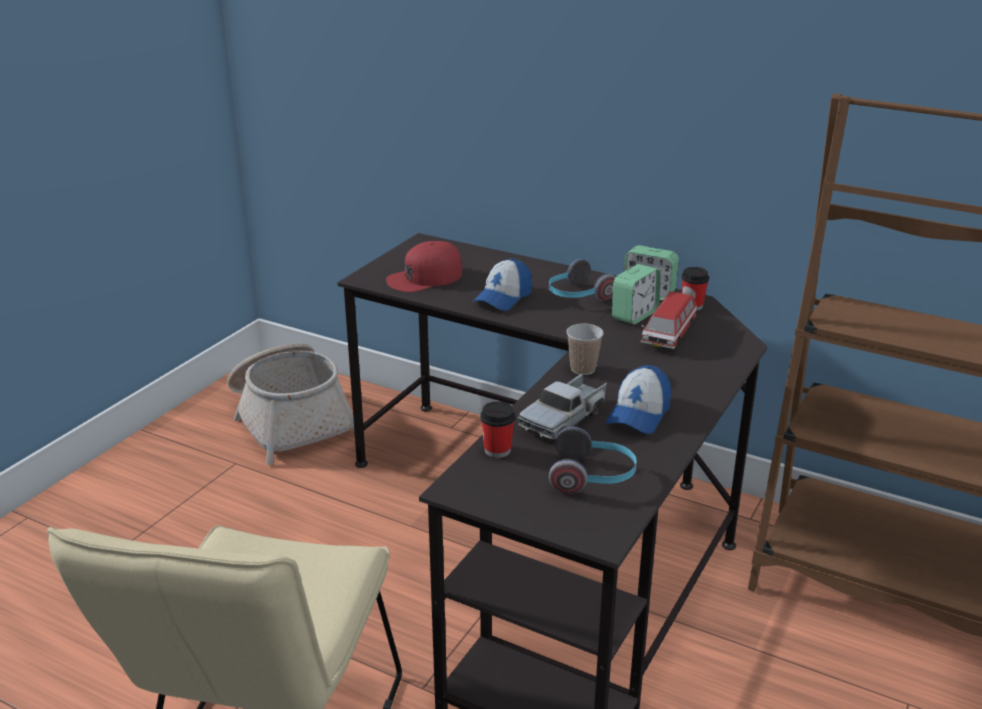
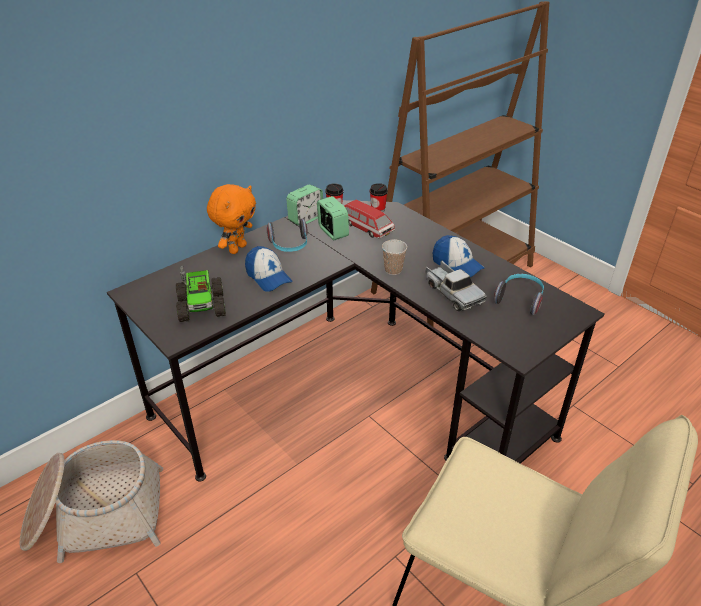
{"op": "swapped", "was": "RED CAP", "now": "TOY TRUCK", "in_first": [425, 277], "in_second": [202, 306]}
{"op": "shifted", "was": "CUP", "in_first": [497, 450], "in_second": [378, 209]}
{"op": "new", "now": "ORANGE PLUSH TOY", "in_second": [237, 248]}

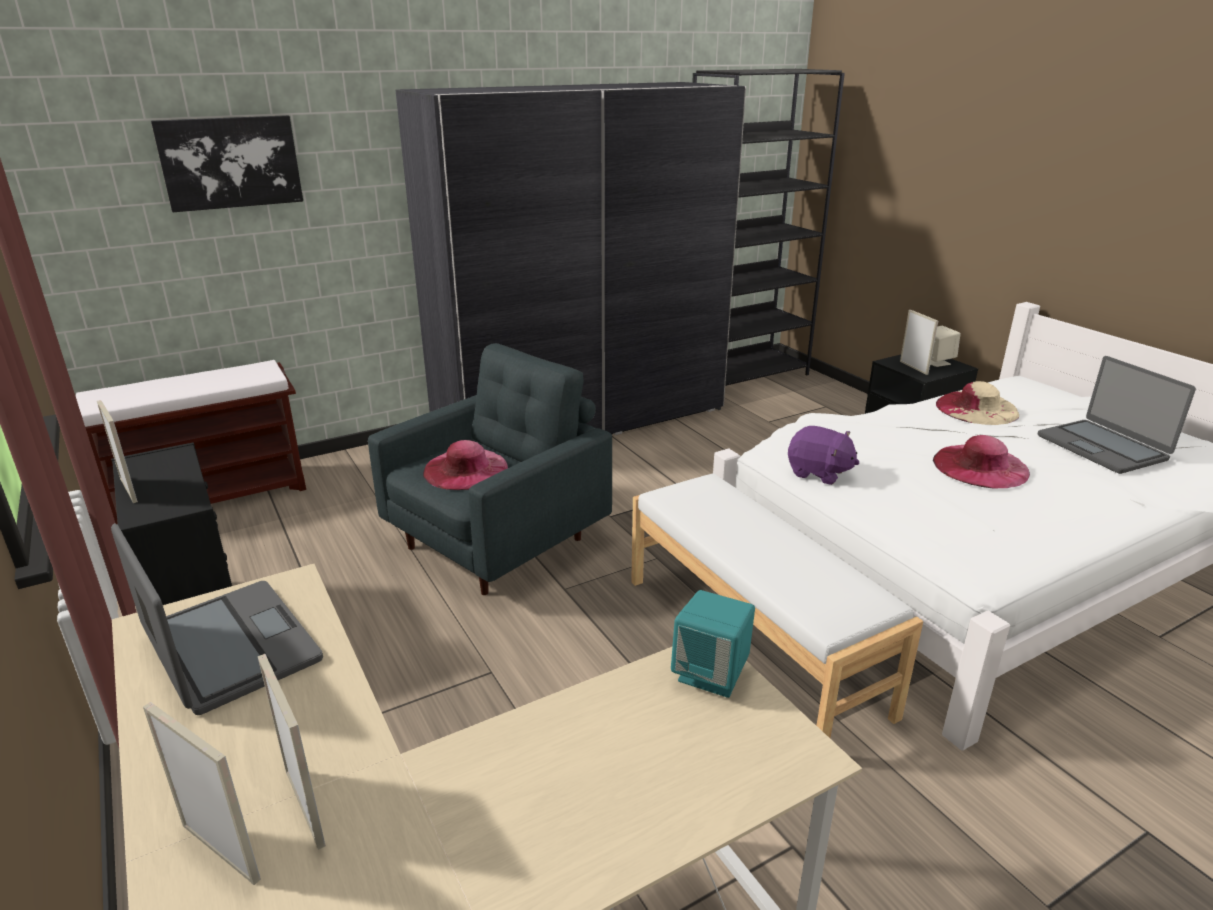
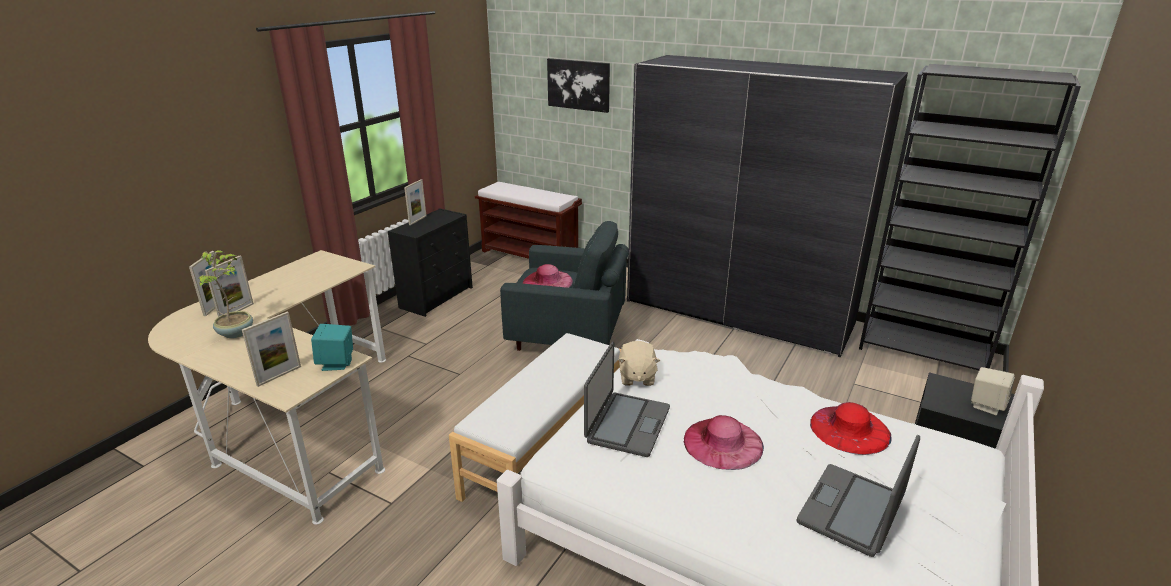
{"op": "shifted", "was": "LAPTOP", "in_first": [230, 648], "in_second": [627, 424]}
{"op": "repainted", "was": "PURPLE PLUSH TOY", "now": "BEIGE PLUSH TOY", "in_first": [819, 473], "in_second": [636, 377]}
{"op": "shifted", "was": "PICTURE FRAME", "in_first": [913, 368], "in_second": [279, 376]}
{"op": "repainted", "was": "BEIGE HAT", "now": "RED HAT", "in_first": [977, 408], "in_second": [849, 429]}
{"op": "new", "now": "POTTED PLANT", "in_second": [237, 333]}

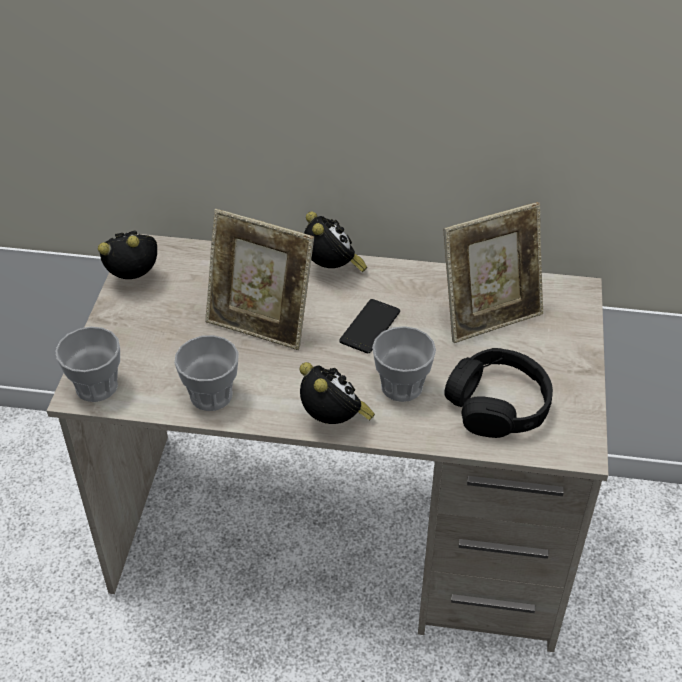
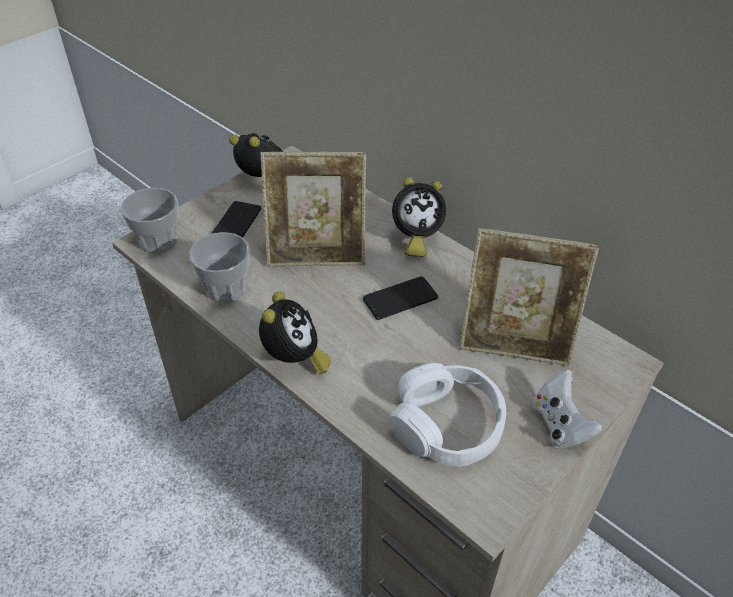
{"op": "rotated", "was": "PICTURE FRAME", "in_first": [260, 323], "in_second": [317, 254], "clockwise": -60}
{"op": "rotated", "was": "ALARM CLOCK", "in_first": [332, 270], "in_second": [415, 239], "clockwise": 60}
{"op": "gone", "was": "CUP", "in_first": [401, 386]}
{"op": "repainted", "was": "BLACK HEADPHONES", "now": "WHITE HEADPHONES", "in_first": [497, 405], "in_second": [447, 425]}
{"op": "new", "now": "PHONE", "in_second": [235, 224]}
{"op": "new", "now": "WHITE GAME CONTROLLER", "in_second": [559, 424]}

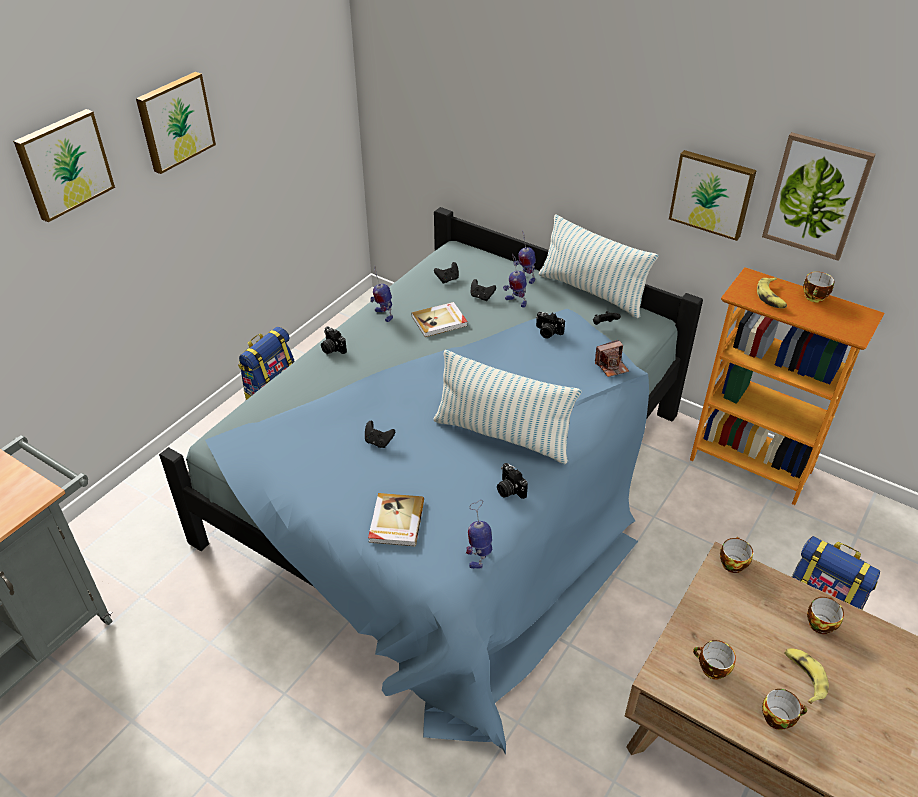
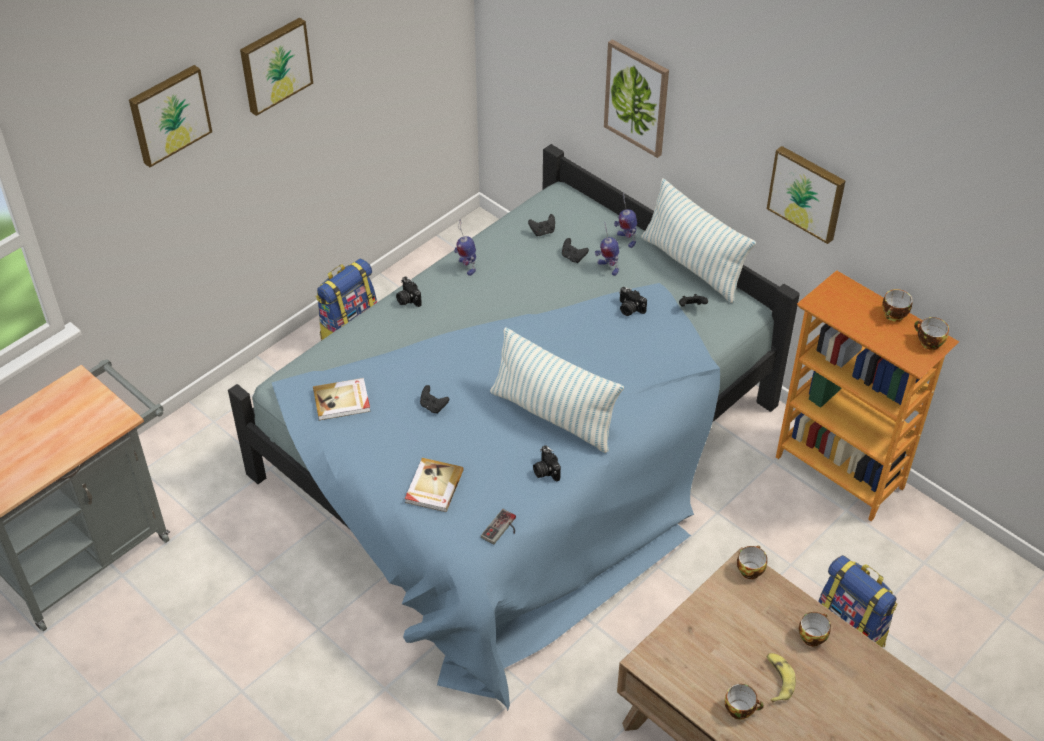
{"op": "shifted", "was": "BOOK", "in_first": [440, 321], "in_second": [342, 401]}
{"op": "swapped", "was": "TOY ROBOT", "now": "GAME CONTROLLER", "in_first": [480, 556], "in_second": [502, 529]}
{"op": "gone", "was": "PHOTO CAMERA", "in_first": [611, 366]}
{"op": "shifted", "was": "CUP", "in_first": [711, 669], "in_second": [928, 342]}
{"op": "gone", "was": "BANANA", "in_first": [771, 297]}
{"op": "shifted", "was": "PICTURE", "in_first": [816, 196], "in_second": [637, 98]}

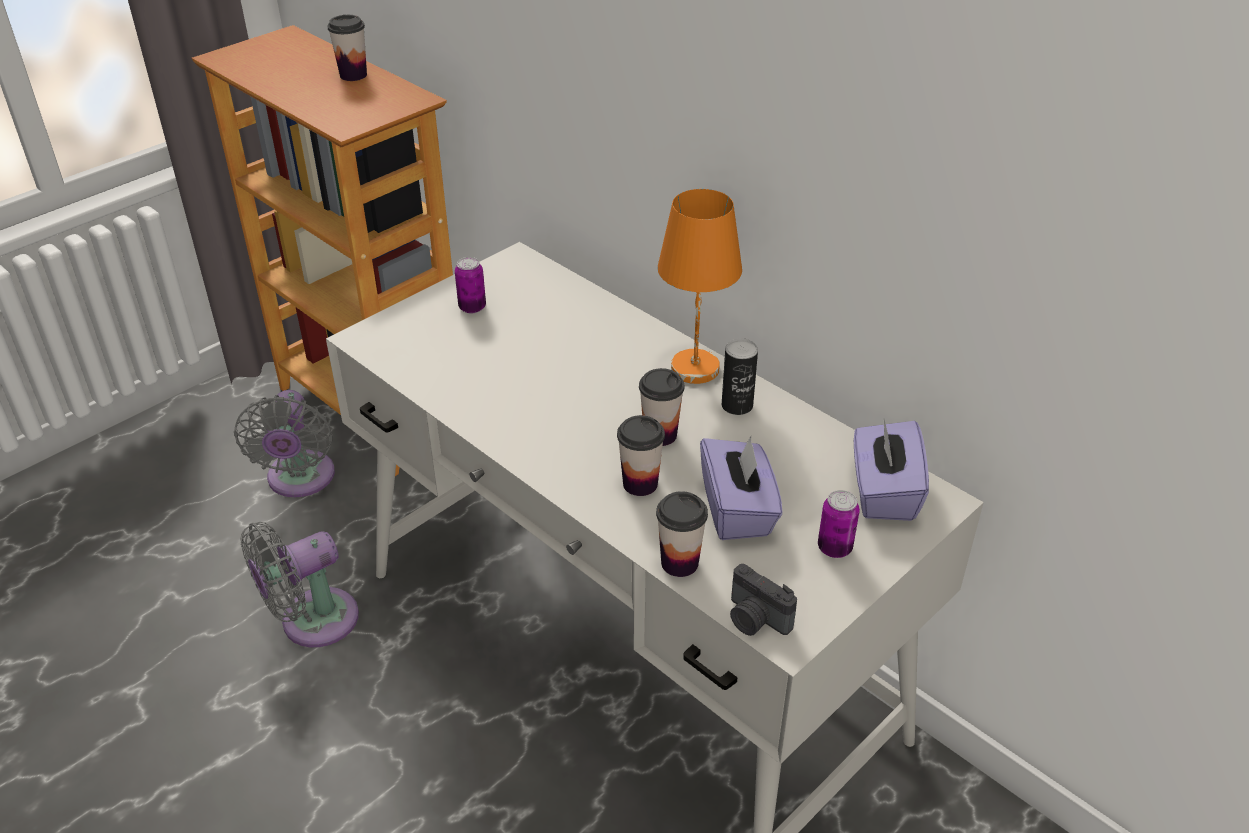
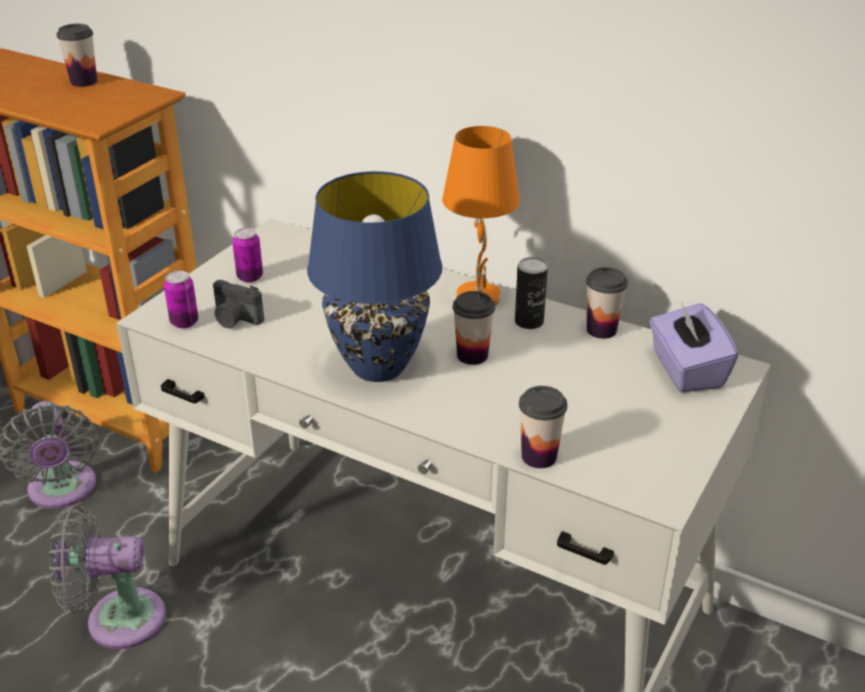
{"op": "rotated", "was": "GREY FAN", "in_first": [312, 622], "in_second": [117, 619], "clockwise": 45}
{"op": "shifted", "was": "CUP", "in_first": [640, 484], "in_second": [601, 330]}
{"op": "gone", "was": "PURPLE TISSUE BOX", "in_first": [738, 510]}
{"op": "shifted", "was": "PHOTO CAMERA", "in_first": [755, 619], "in_second": [235, 319]}
{"op": "shifted", "was": "CAN", "in_first": [834, 548], "in_second": [184, 322]}
{"op": "new", "now": "BLUE TABLE LAMP", "in_second": [376, 367]}

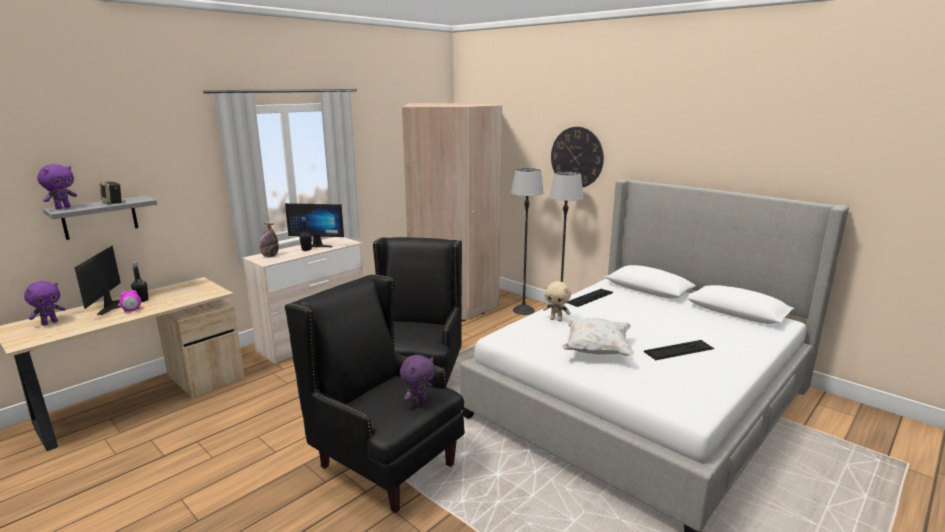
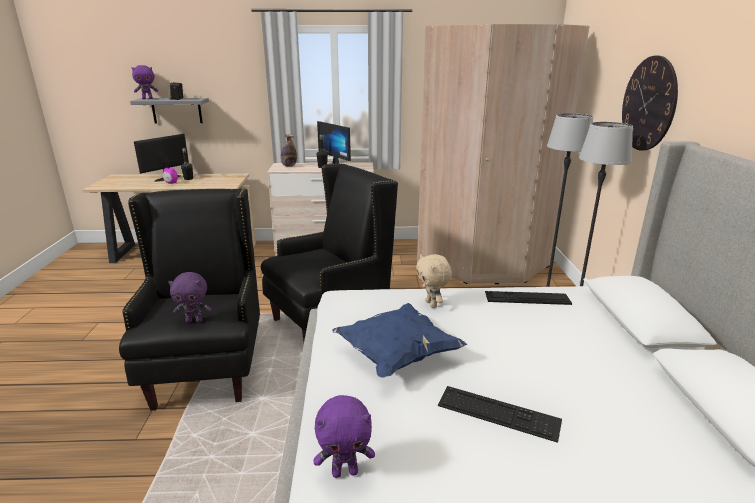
{"op": "shifted", "was": "PURPLE PLUSH TOY", "in_first": [50, 323], "in_second": [345, 472]}
{"op": "repainted", "was": "WHITE PILLOW", "now": "BLUE PILLOW", "in_first": [596, 350], "in_second": [397, 356]}

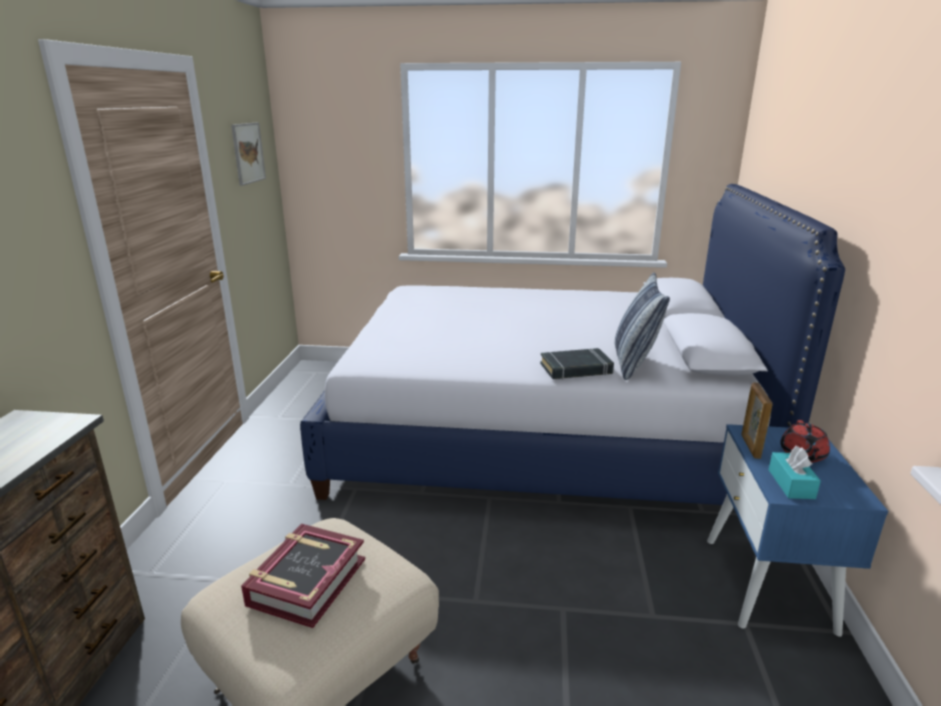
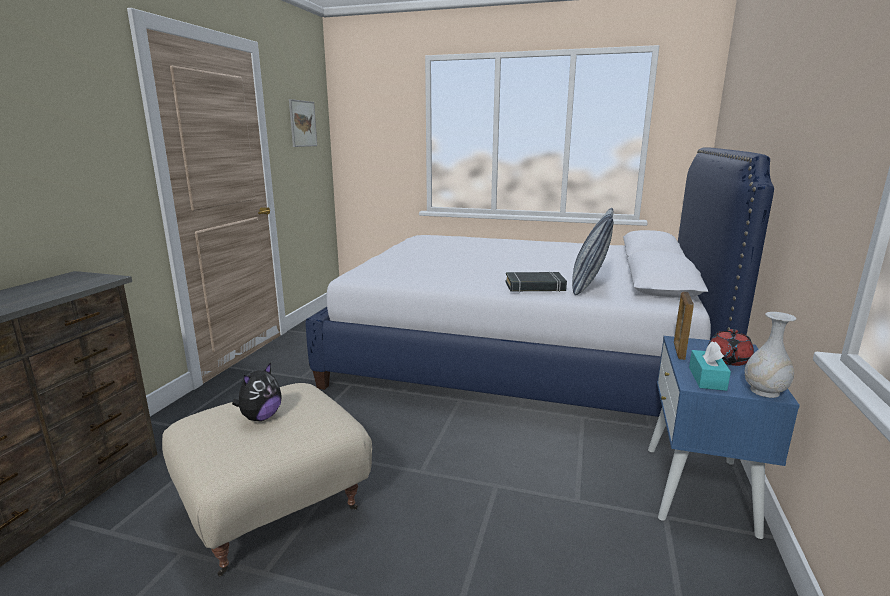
{"op": "swapped", "was": "BOOK", "now": "PLUSH TOY", "in_first": [306, 581], "in_second": [260, 417]}
{"op": "new", "now": "WHITE VASE", "in_second": [765, 392]}

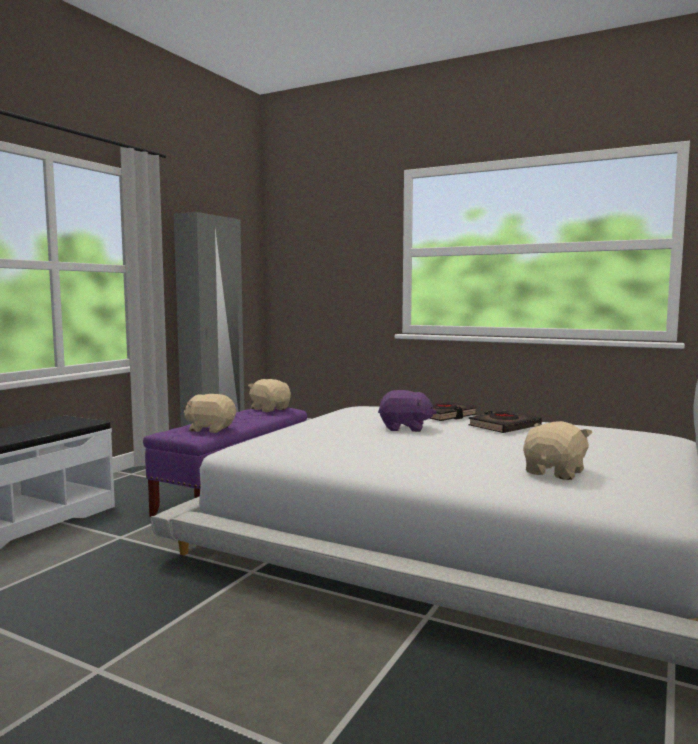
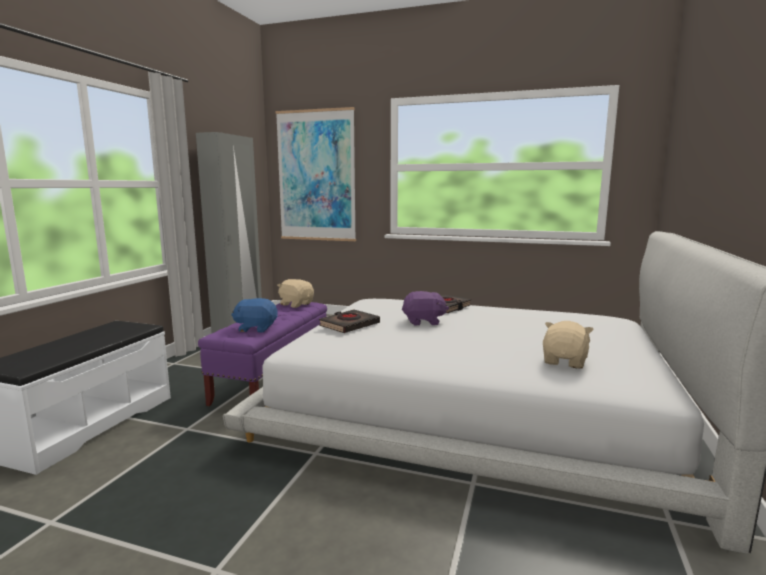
{"op": "repainted", "was": "BEIGE PLUSH TOY", "now": "BLUE PLUSH TOY", "in_first": [210, 429], "in_second": [256, 328]}
{"op": "shifted", "was": "BLACK BOOK", "in_first": [504, 426], "in_second": [349, 325]}
{"op": "new", "now": "PICTURE", "in_second": [316, 176]}

